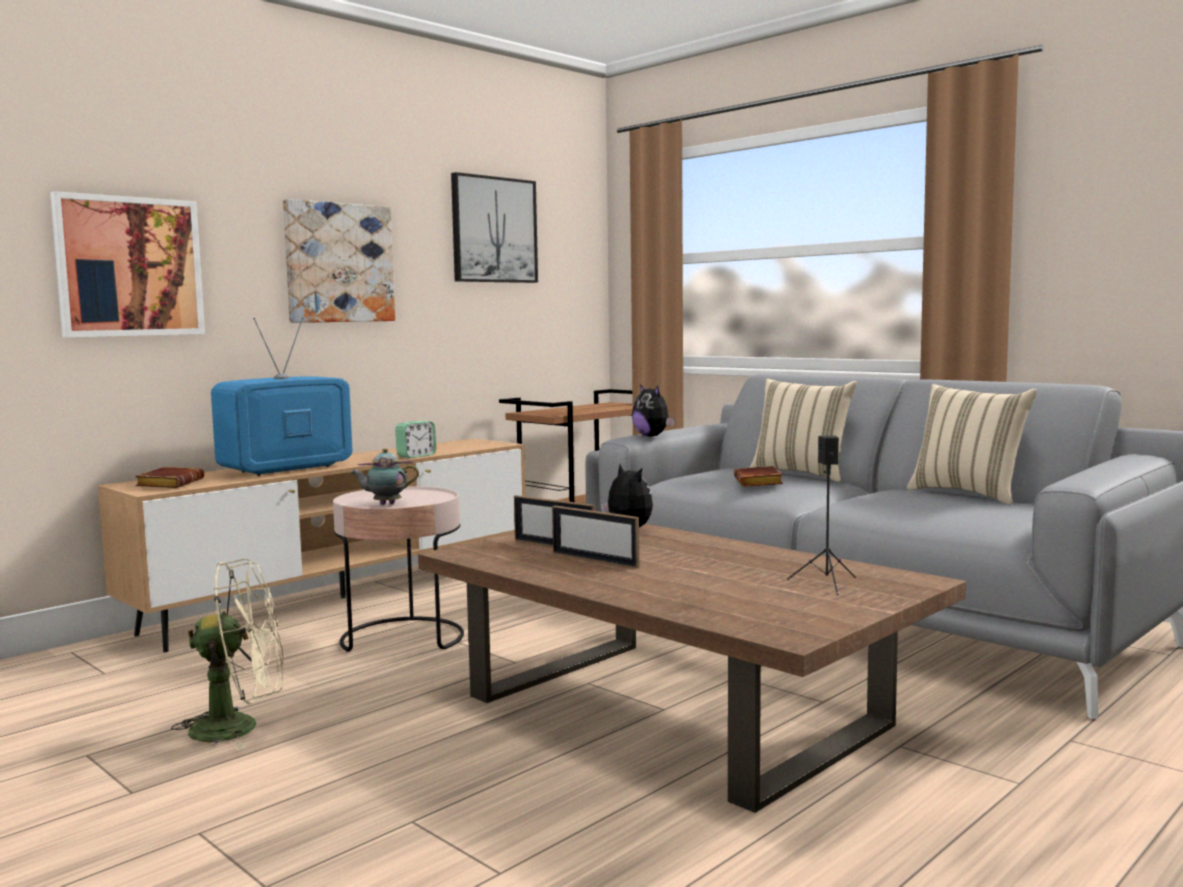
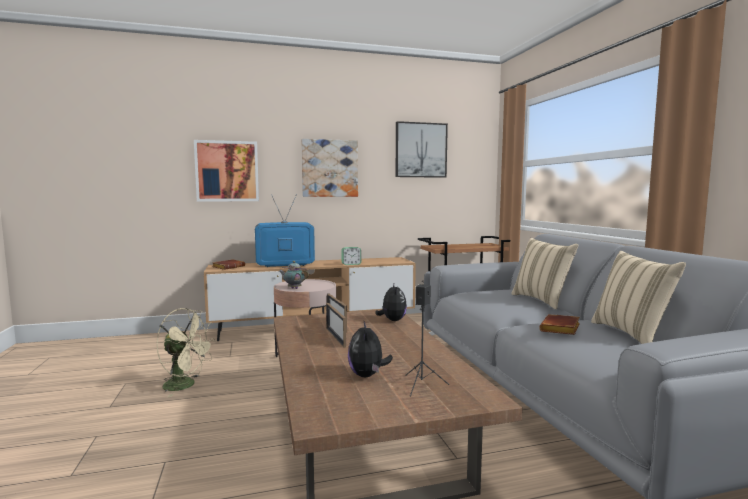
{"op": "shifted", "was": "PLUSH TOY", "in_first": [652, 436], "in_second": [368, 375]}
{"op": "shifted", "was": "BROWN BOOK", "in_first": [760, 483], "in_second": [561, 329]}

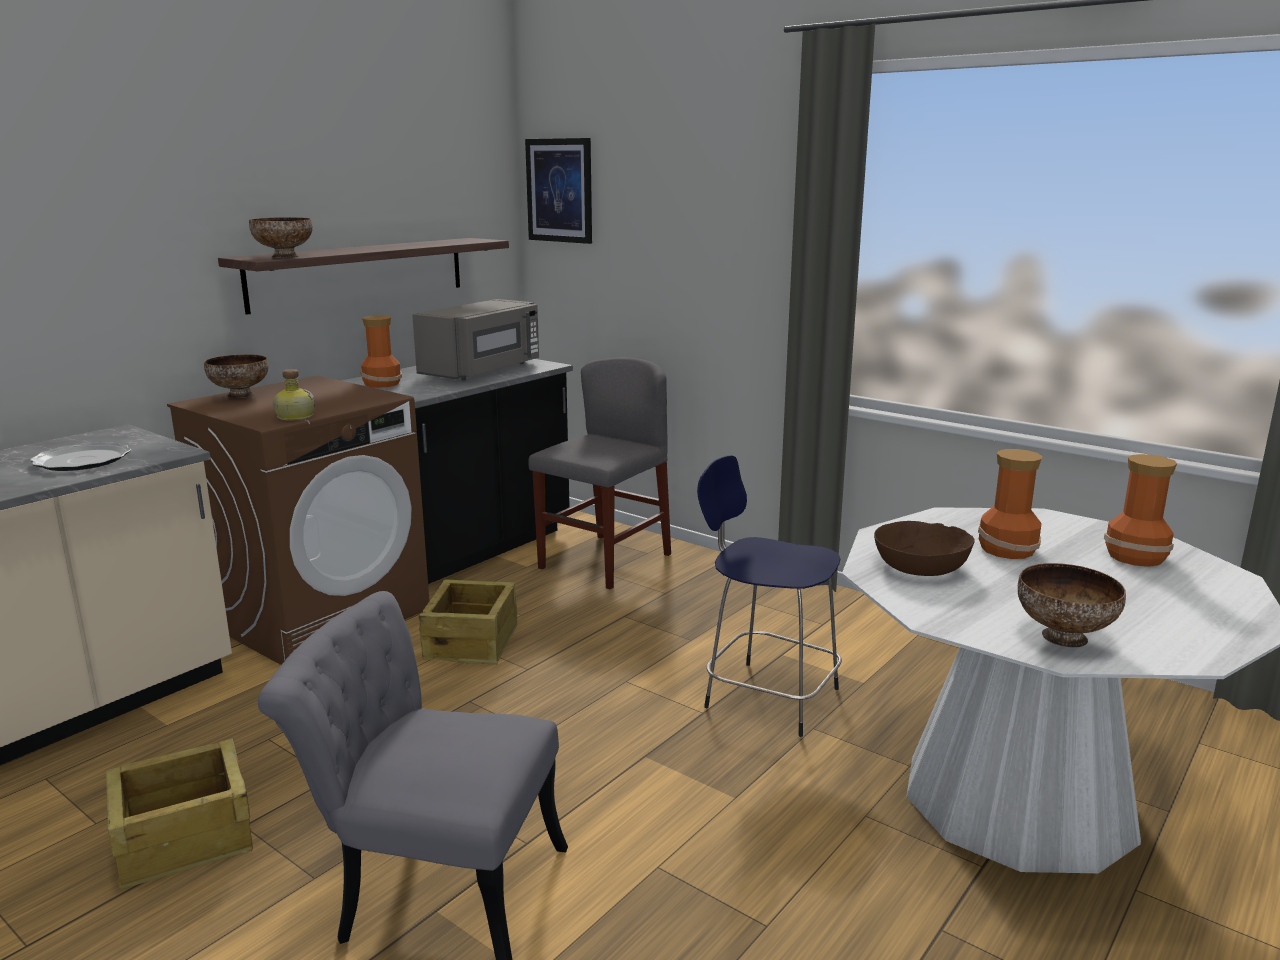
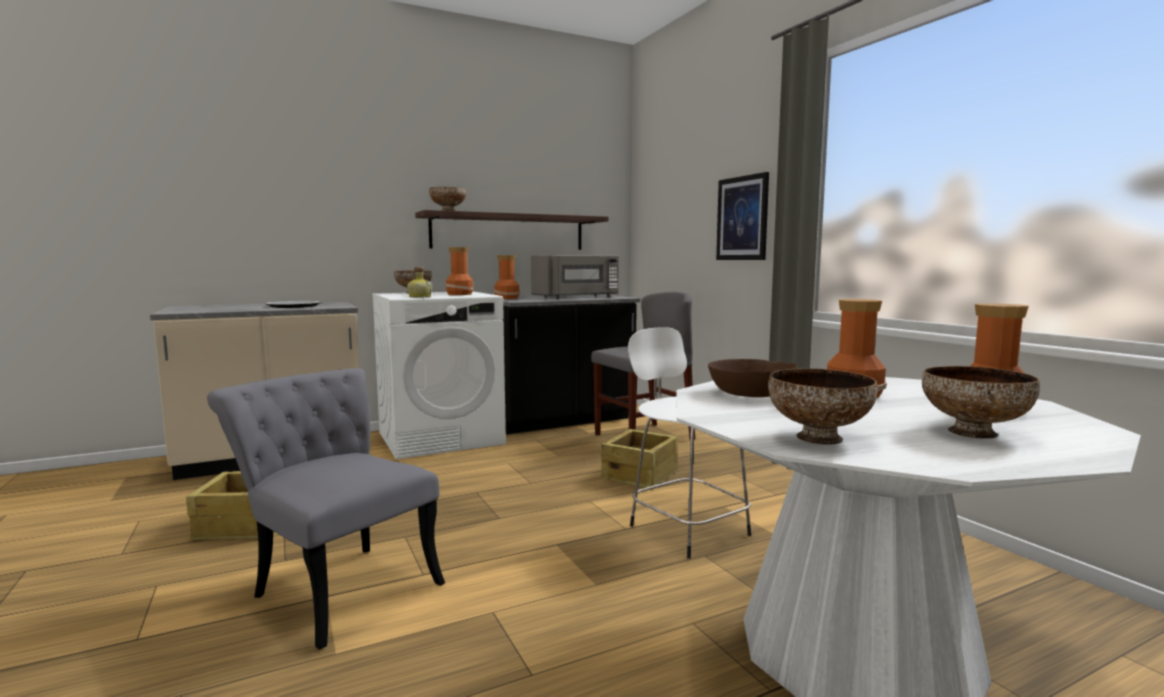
{"op": "repainted", "was": "BROWN WASHING MACHINE", "now": "WHITE WASHING MACHINE", "in_first": [319, 615], "in_second": [441, 438]}
{"op": "shifted", "was": "CRATE", "in_first": [472, 642], "in_second": [641, 474]}
{"op": "shifted", "was": "PICTURE", "in_first": [559, 190], "in_second": [742, 218]}
{"op": "repainted", "was": "BLUE STOOL", "now": "WHITE STOOL", "in_first": [767, 696], "in_second": [686, 528]}
{"op": "new", "now": "VASE", "in_second": [459, 294]}
{"op": "new", "now": "BOWL", "in_second": [974, 433]}

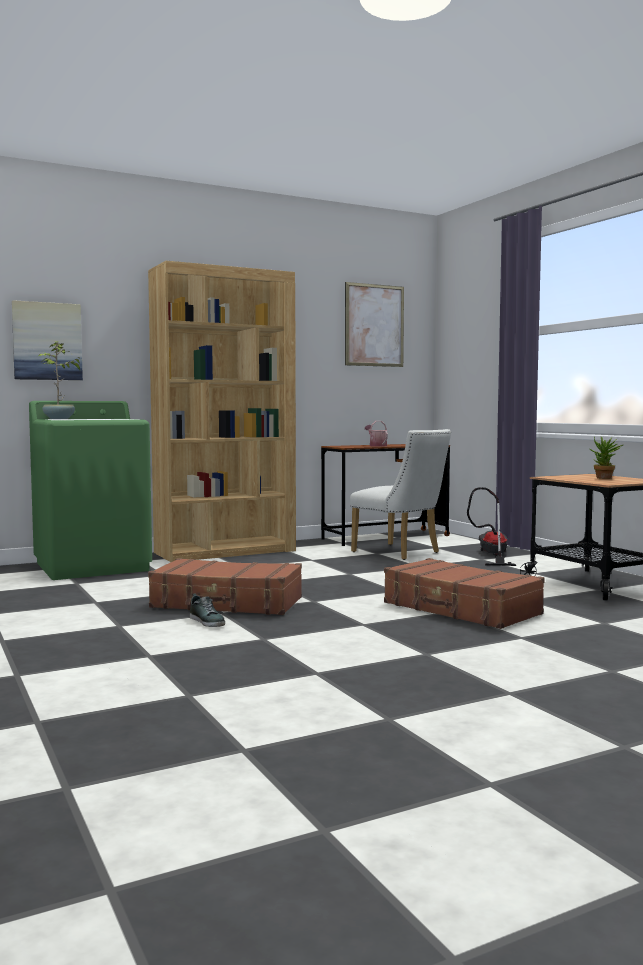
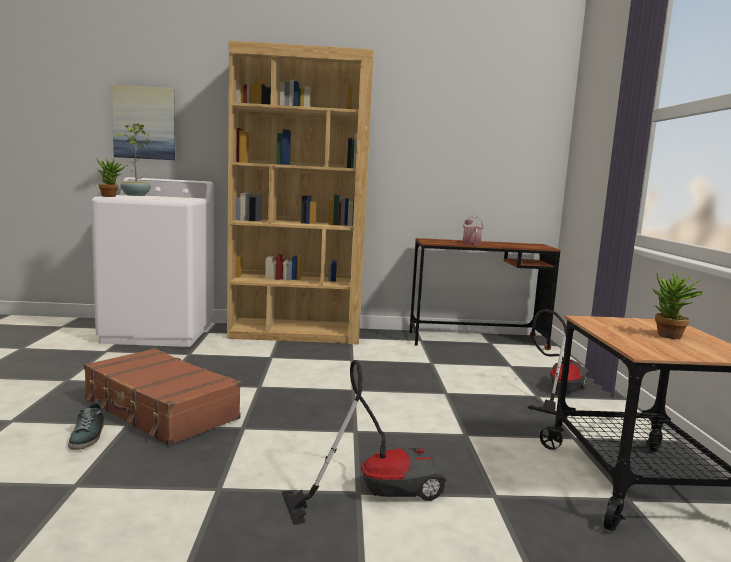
{"op": "repainted", "was": "GREEN WASHING MACHINE", "now": "WHITE WASHING MACHINE", "in_first": [93, 566], "in_second": [159, 332]}
{"op": "gone", "was": "PICTURE", "in_first": [374, 325]}
{"op": "gone", "was": "WHITE CHAIR", "in_first": [401, 553]}
{"op": "swapped", "was": "BROWN SUITCASE", "now": "VACUUM CLEANER", "in_first": [461, 609], "in_second": [376, 491]}
{"op": "new", "now": "POTTED PLANT", "in_second": [112, 196]}

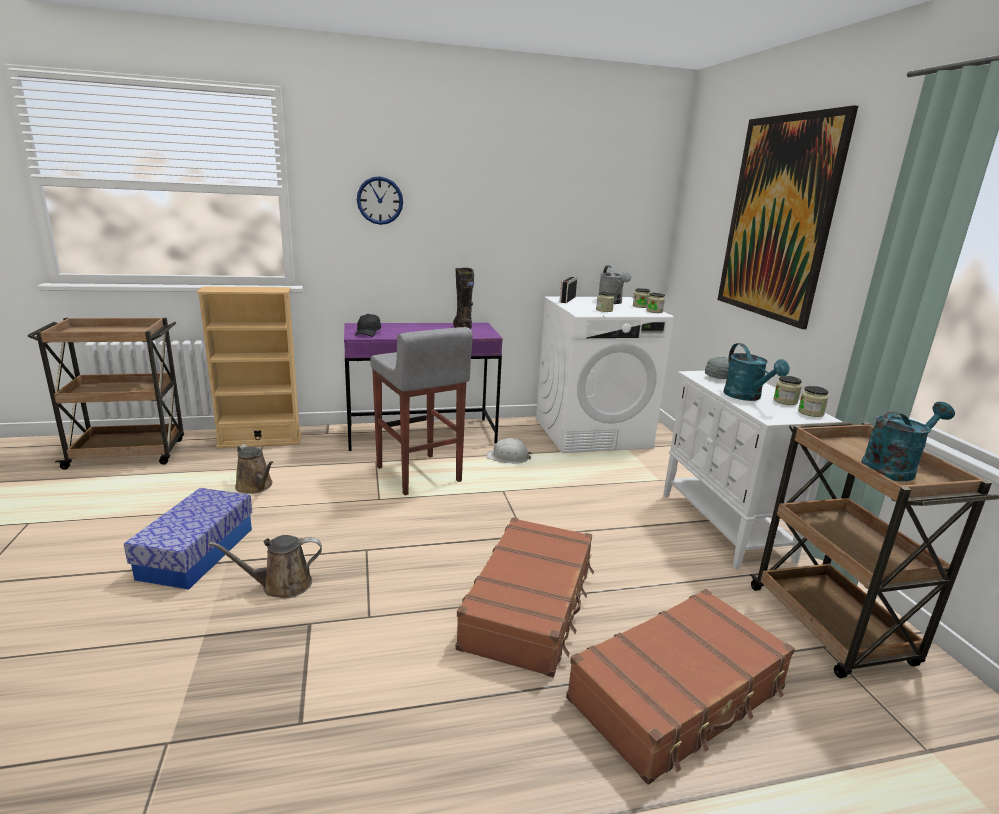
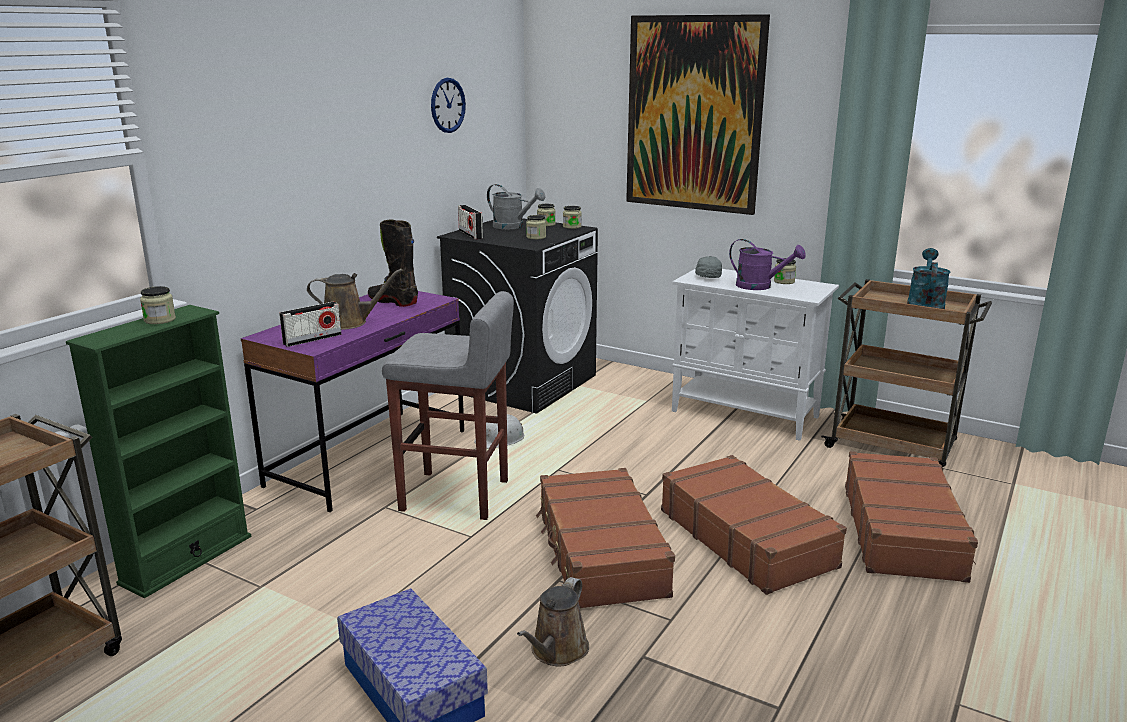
{"op": "repainted", "was": "BEIGE BOOKCASE", "now": "GREEN BOOKCASE", "in_first": [260, 441], "in_second": [186, 559]}
{"op": "shifted", "was": "BROWN WATERING CAN", "in_first": [256, 486], "in_second": [349, 322]}
{"op": "swapped", "was": "BLACK CAP", "now": "RADIO", "in_first": [368, 333], "in_second": [312, 339]}
{"op": "shifted", "was": "WALL CLOCK", "in_first": [380, 200], "in_second": [447, 105]}
{"op": "repainted", "was": "WHITE WASHING MACHINE", "now": "BLACK WASHING MACHINE", "in_first": [592, 432], "in_second": [523, 383]}
{"op": "repainted", "was": "TURQUOISE WATERING CAN", "now": "PURPLE WATERING CAN", "in_first": [747, 397], "in_second": [760, 286]}
{"op": "shifted", "was": "JAR", "in_first": [810, 413], "in_second": [160, 320]}
{"op": "new", "now": "BROWN SUITCASE", "in_second": [600, 553]}

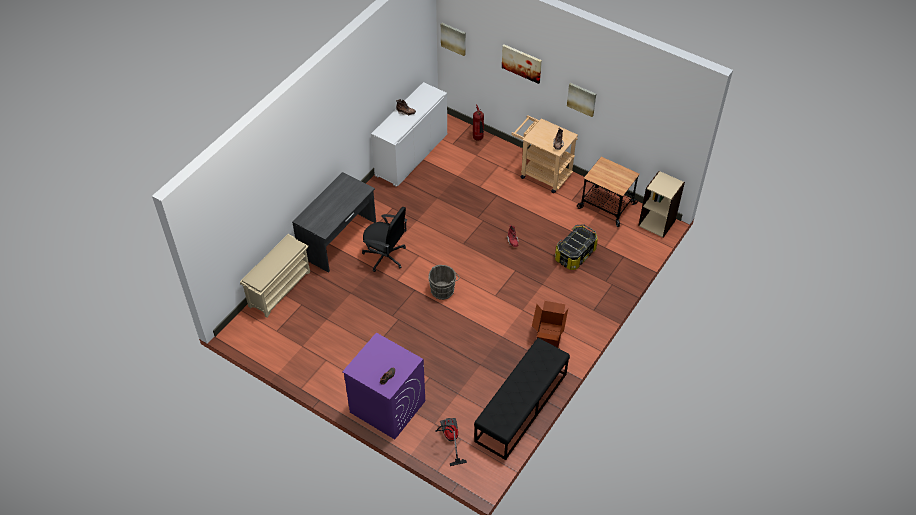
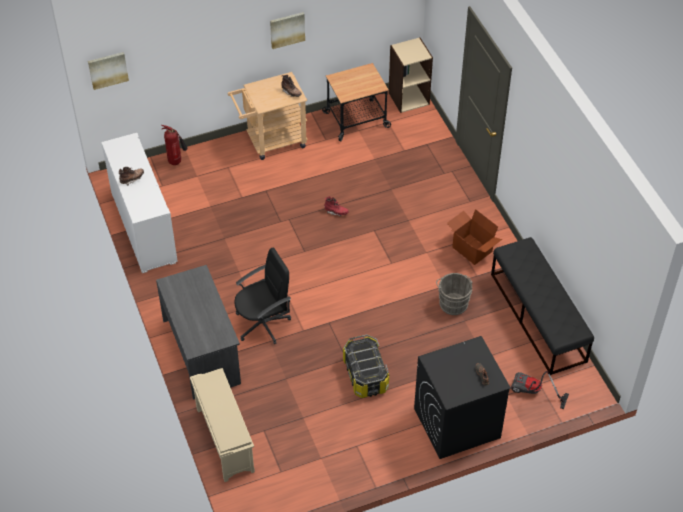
{"op": "repainted", "was": "PURPLE WASHING MACHINE", "now": "BLACK WASHING MACHINE", "in_first": [387, 406], "in_second": [456, 423]}
{"op": "shifted", "was": "GREY BUCKET", "in_first": [443, 289], "in_second": [453, 302]}
{"op": "gone", "was": "PICTURE", "in_first": [522, 63]}
{"op": "shifted", "was": "STORAGE BOX", "in_first": [575, 254], "in_second": [365, 375]}

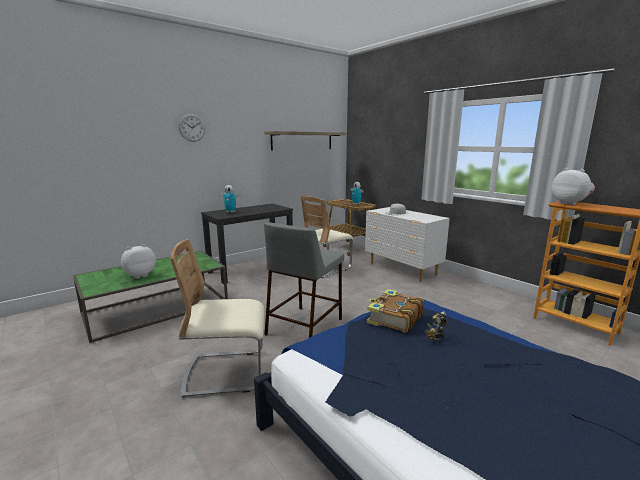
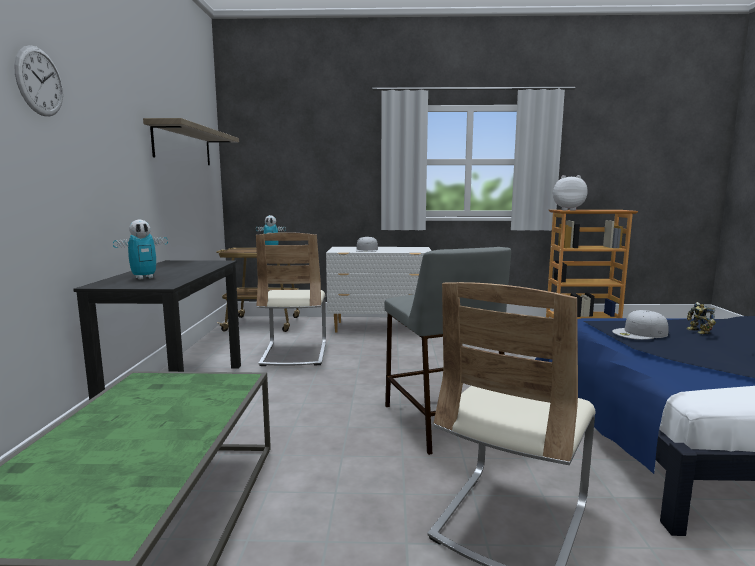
{"op": "gone", "was": "PLUSH TOY", "in_first": [139, 275]}
{"op": "swapped", "was": "BOOK", "now": "WHITE CAP", "in_first": [394, 318], "in_second": [640, 333]}

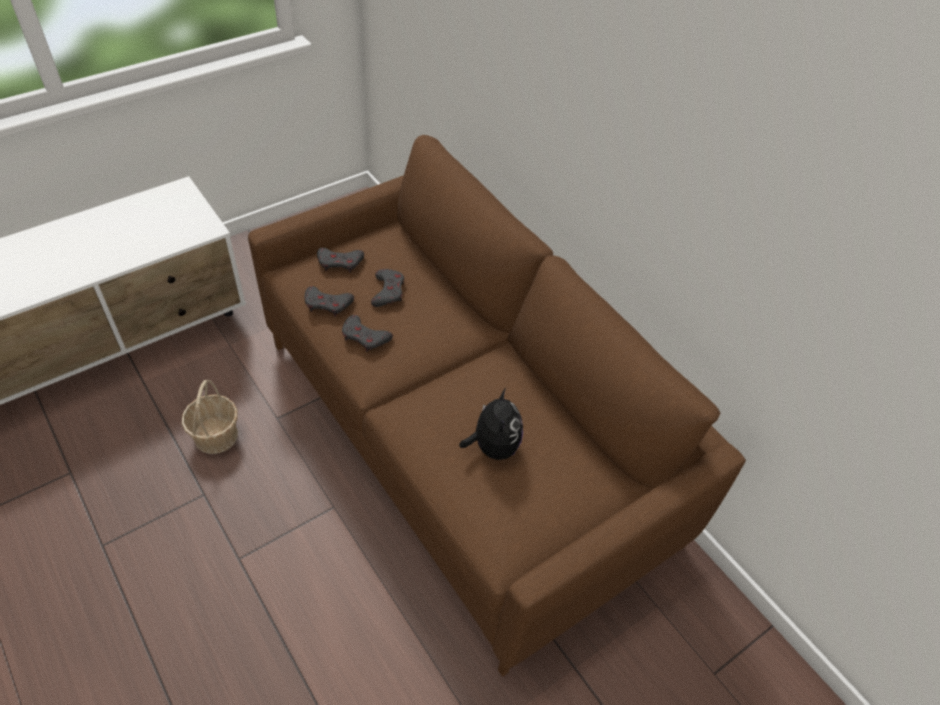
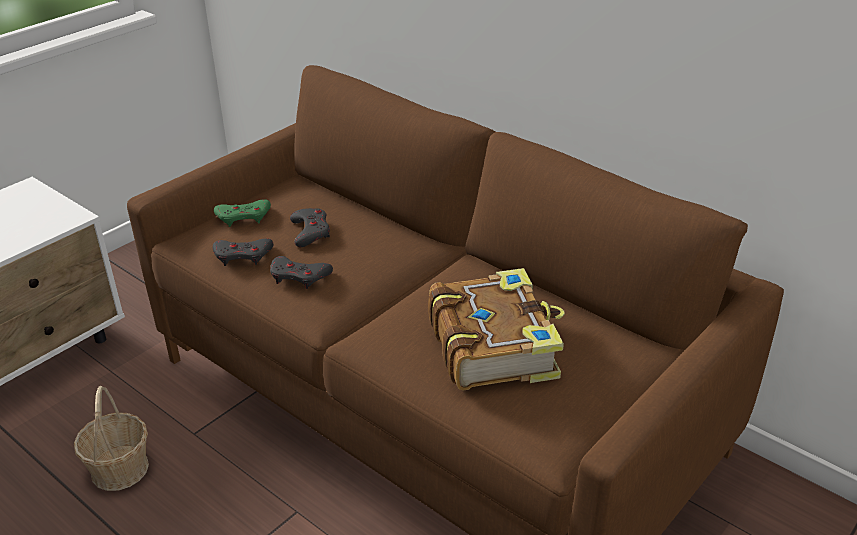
{"op": "repainted", "was": "GREY GAME CONTROLLER", "now": "GREEN GAME CONTROLLER", "in_first": [340, 262], "in_second": [243, 217]}
{"op": "swapped", "was": "PLUSH TOY", "now": "BOOK", "in_first": [493, 446], "in_second": [493, 345]}

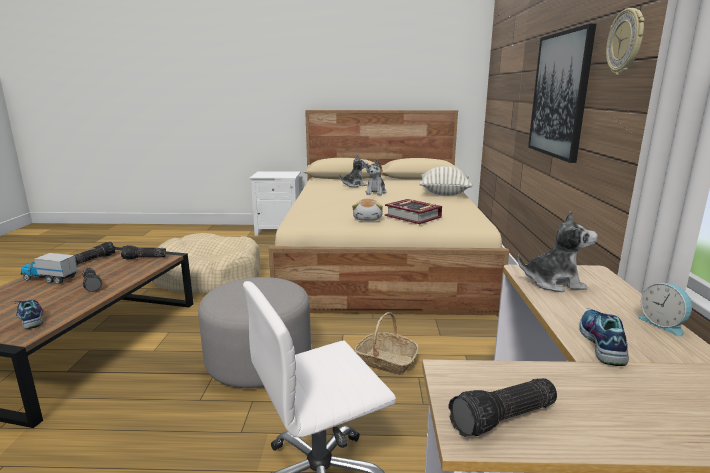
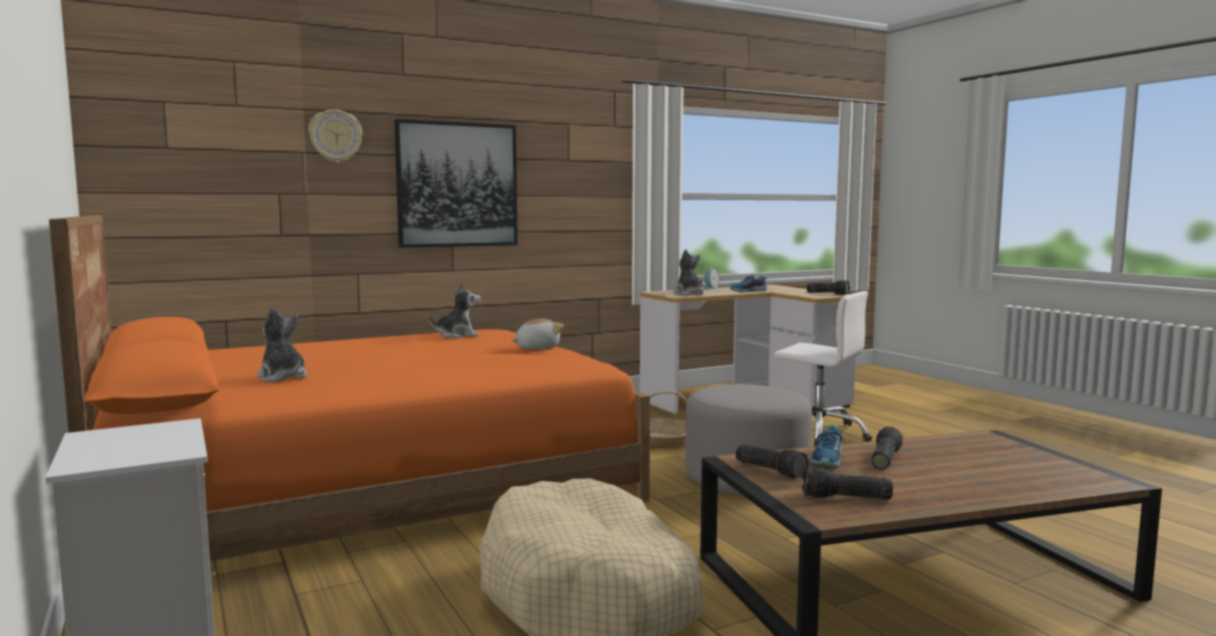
{"op": "shifted", "was": "SHOE", "in_first": [30, 319], "in_second": [828, 459]}
{"op": "gone", "was": "TOY TRUCK", "in_first": [50, 279]}
{"op": "repainted", "was": "BEIGE BED", "now": "ORANGE BED", "in_first": [382, 260], "in_second": [366, 487]}
{"op": "shifted", "was": "PLUSH TOY", "in_first": [375, 192], "in_second": [457, 335]}
{"op": "gone", "was": "BOOK", "in_first": [413, 216]}
{"op": "gone", "was": "PILLOW", "in_first": [444, 194]}
{"op": "shifted", "was": "WALL CLOCK", "in_first": [626, 42], "in_second": [335, 136]}

